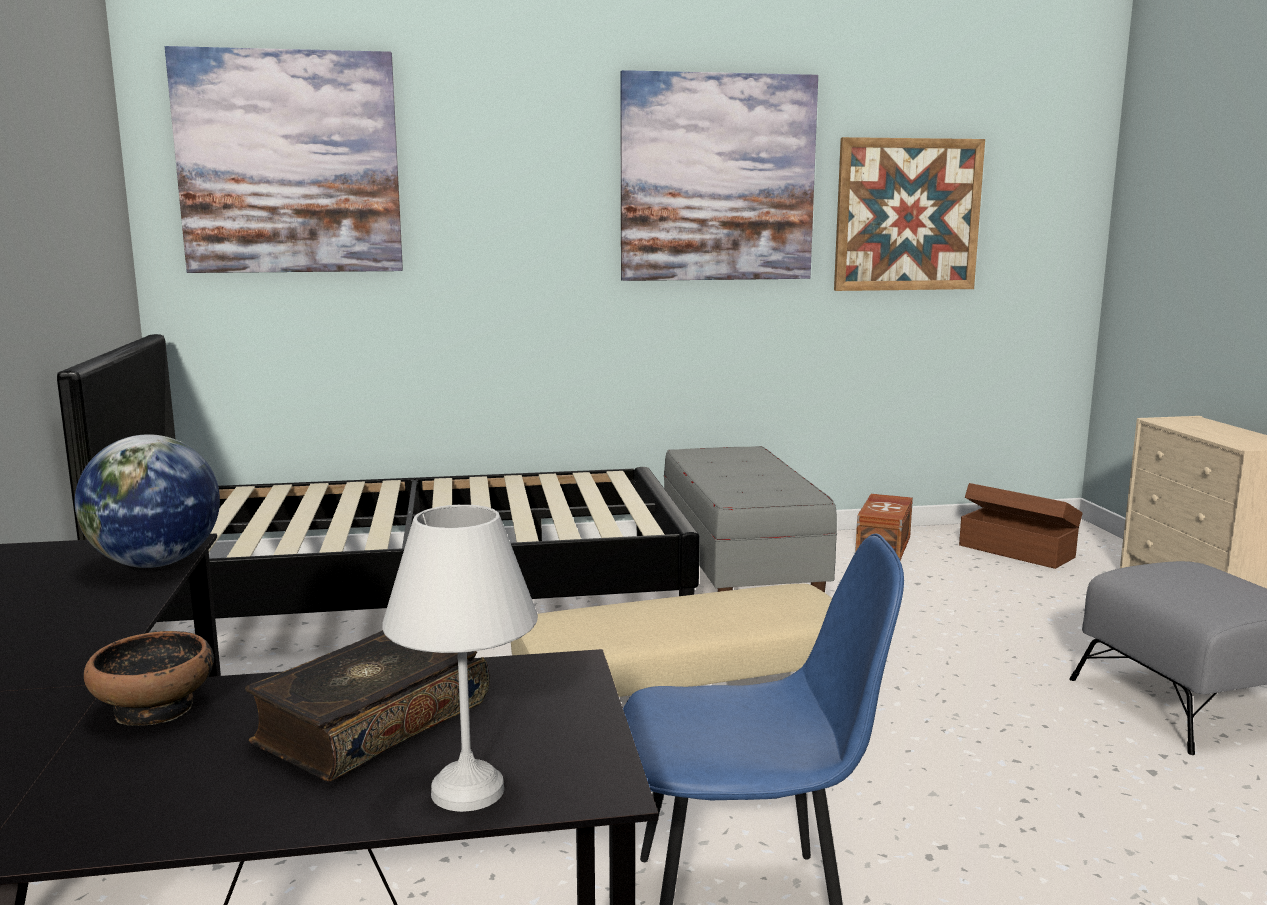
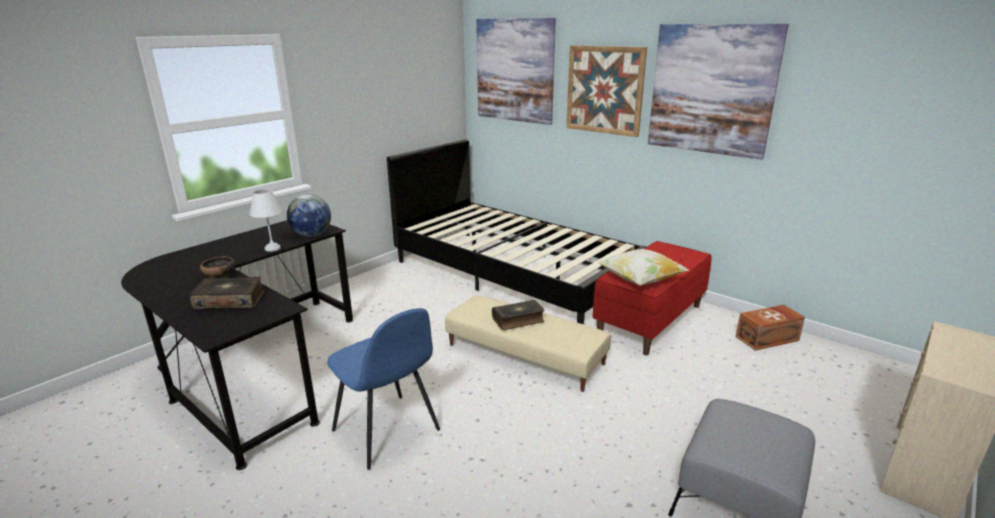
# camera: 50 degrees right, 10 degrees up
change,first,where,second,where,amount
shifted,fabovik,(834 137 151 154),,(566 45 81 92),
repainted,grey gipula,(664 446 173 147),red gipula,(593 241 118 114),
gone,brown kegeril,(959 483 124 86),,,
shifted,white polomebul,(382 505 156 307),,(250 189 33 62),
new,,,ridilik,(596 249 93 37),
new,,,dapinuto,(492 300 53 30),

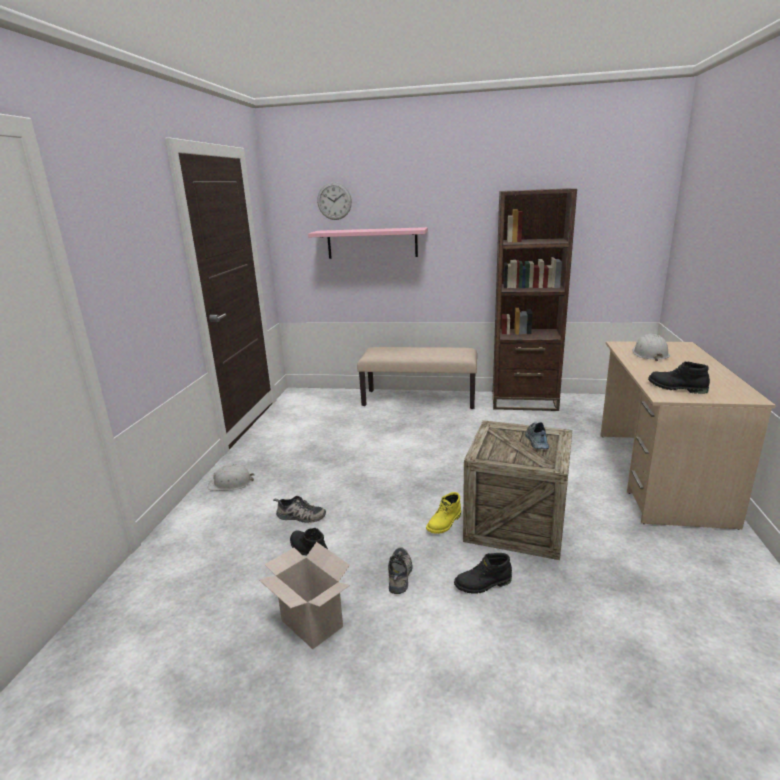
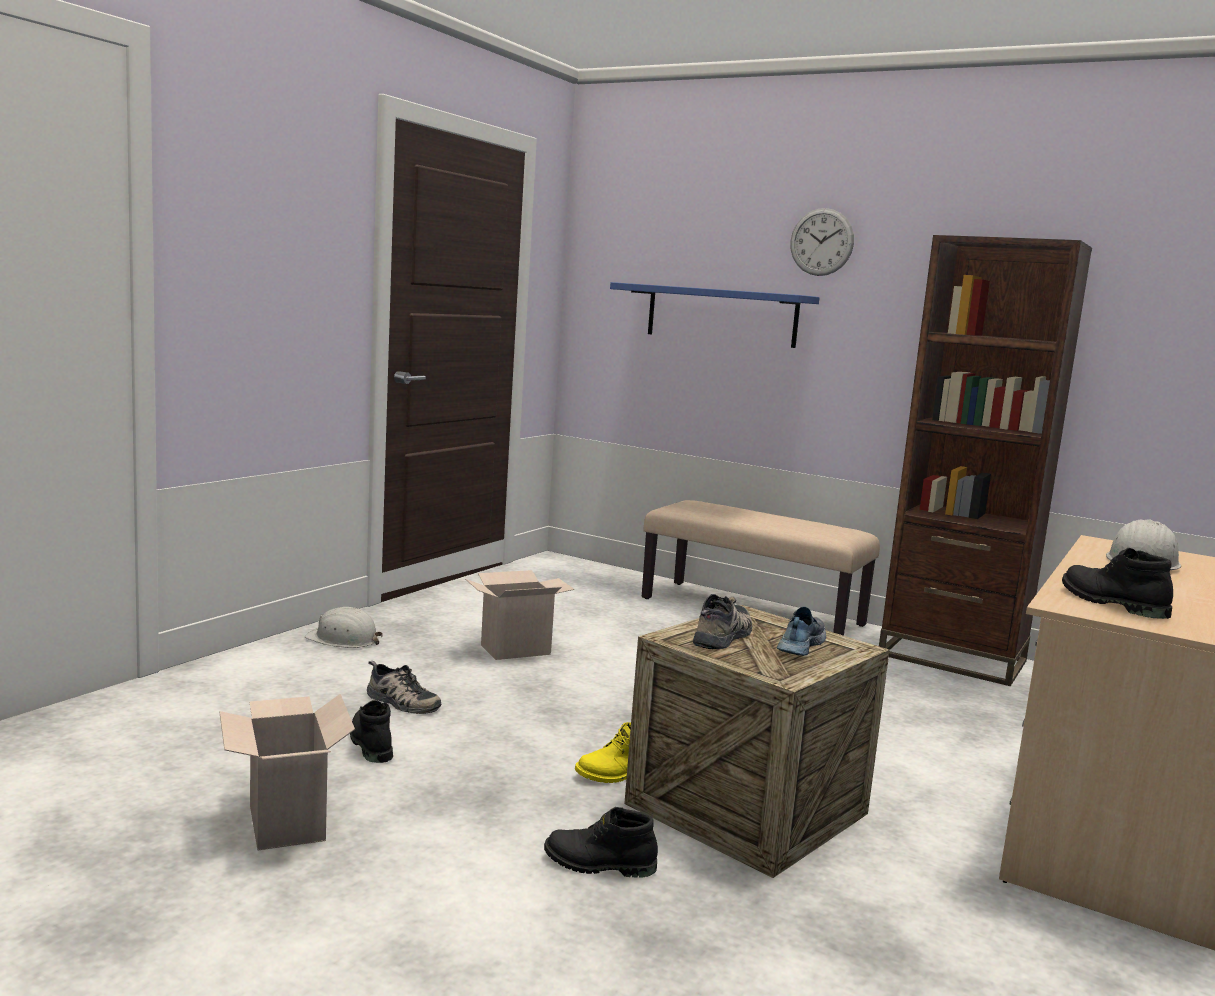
# camera: 20 degrees right, 10 degrees down
change,first,where,second,where,amount
shifted,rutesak,(317 182 35 38),,(790 208 64 68),
repainted,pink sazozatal,(308 227 120 32),blue sazozatal,(610 282 210 66),
shifted,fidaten,(388 547 25 47),,(693 594 59 55),
new,,,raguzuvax,(465 570 110 90),

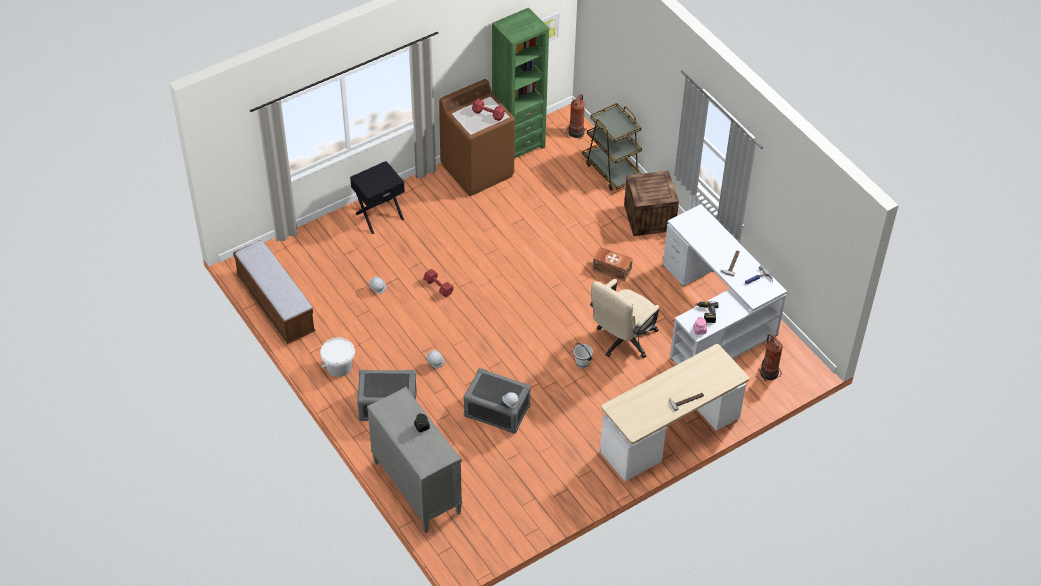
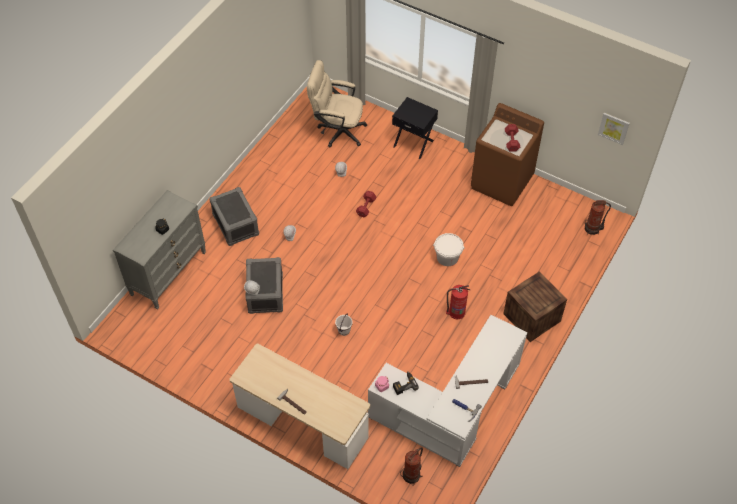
# camera: 65 degrees right, 5 degrees up
change,first,where,second,where,amount
gone,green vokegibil,(492 8 57 150),,,
gone,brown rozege,(582 103 60 88),,,
gone,gipula,(233 240 82 104),,,
swapped,brown kegeril,(592 247 41 35),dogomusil,(446 285 25 35),
shifted,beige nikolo,(590 279 69 79),,(307 60 60 87),
shifted,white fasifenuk,(320 338 35 39),,(433 233 32 33),

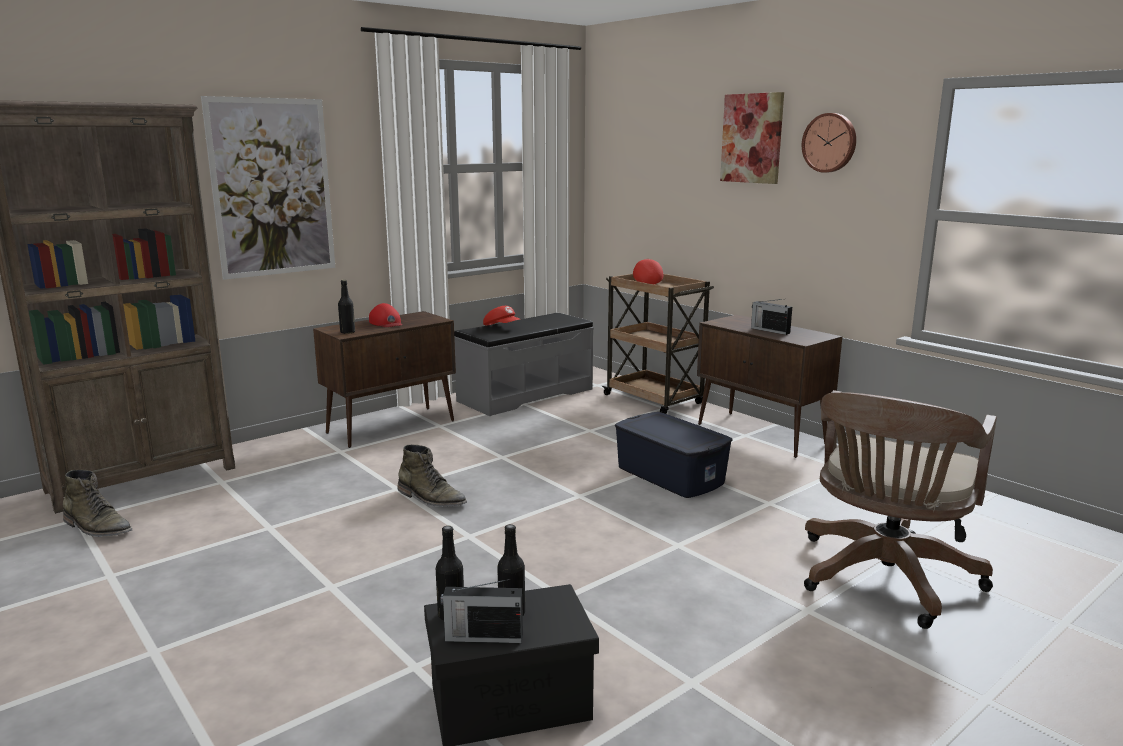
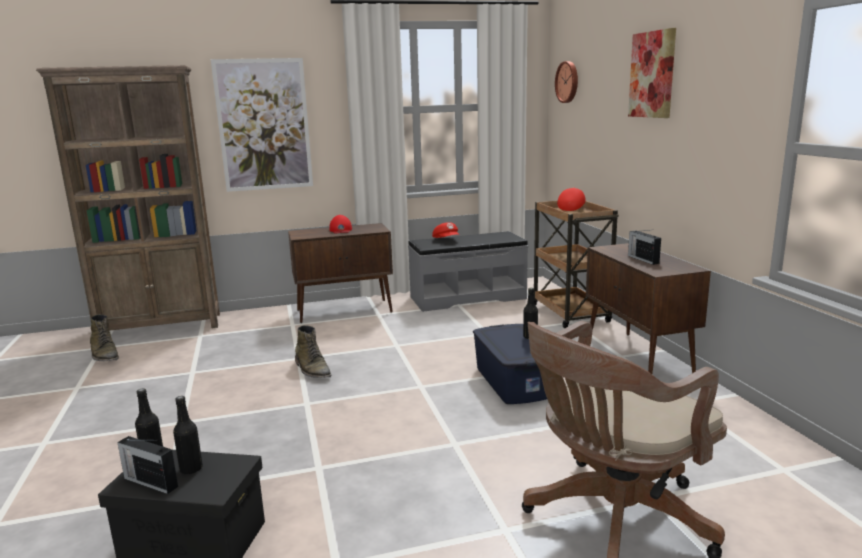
# camera: 25 degrees right, 0 degrees up
change,first,where,second,where,amount
shifted,rutesak,(802 113 54 60),,(555 61 23 42),
shifted,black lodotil,(338 280 17 54),,(523 288 15 51),

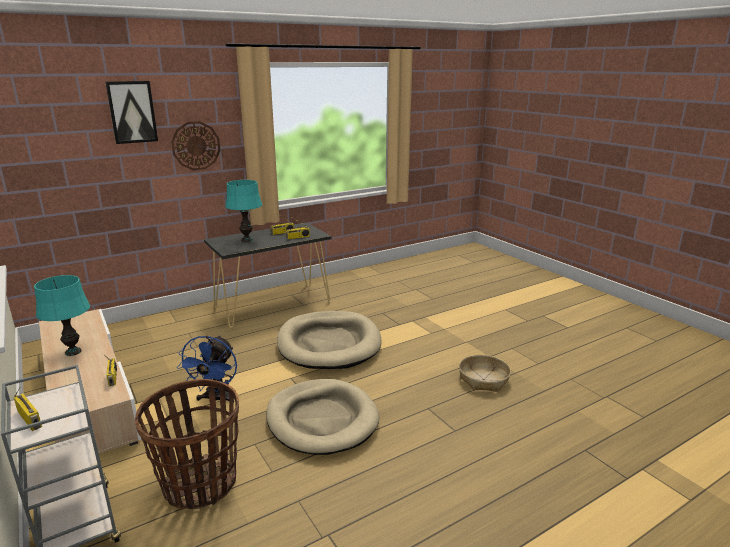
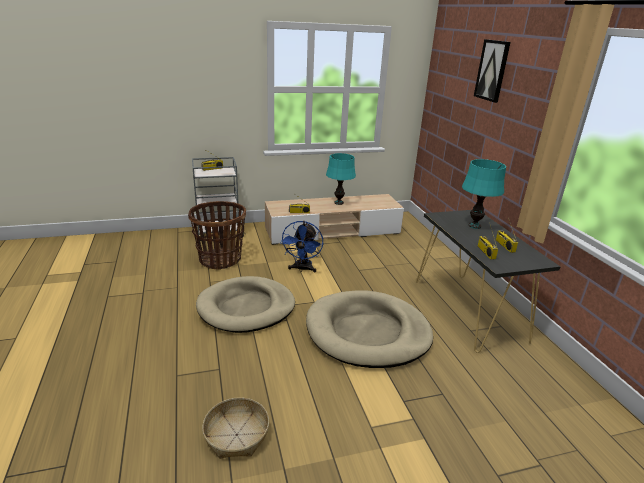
# camera: 105 degrees right, 5 degrees up
change,first,where,second,where,amount
gone,rutesak,(171 121 50 49),,,
rotated,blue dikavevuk,(177 336 60 65),,(280 221 43 51),105 degrees counterclockwise

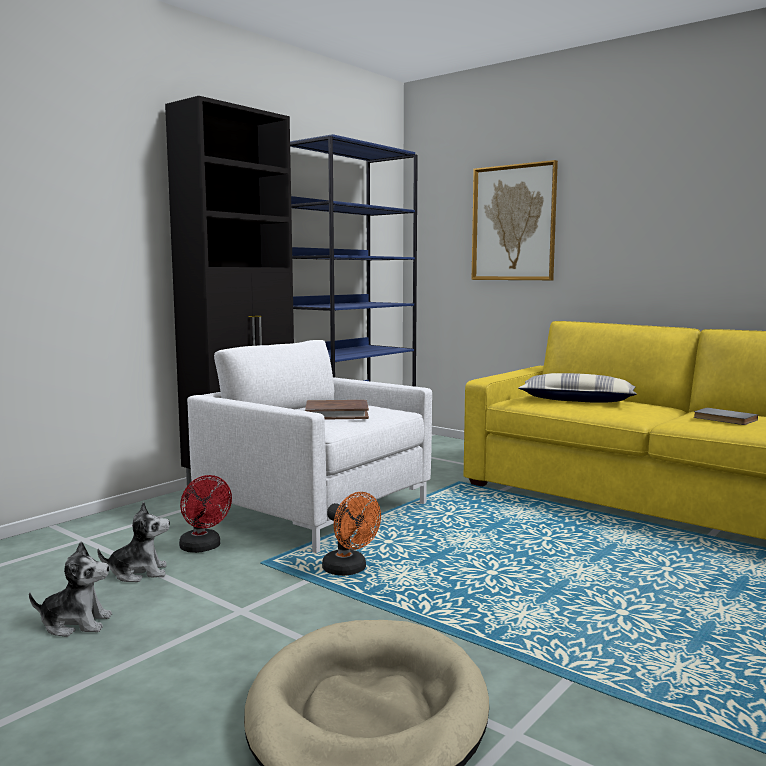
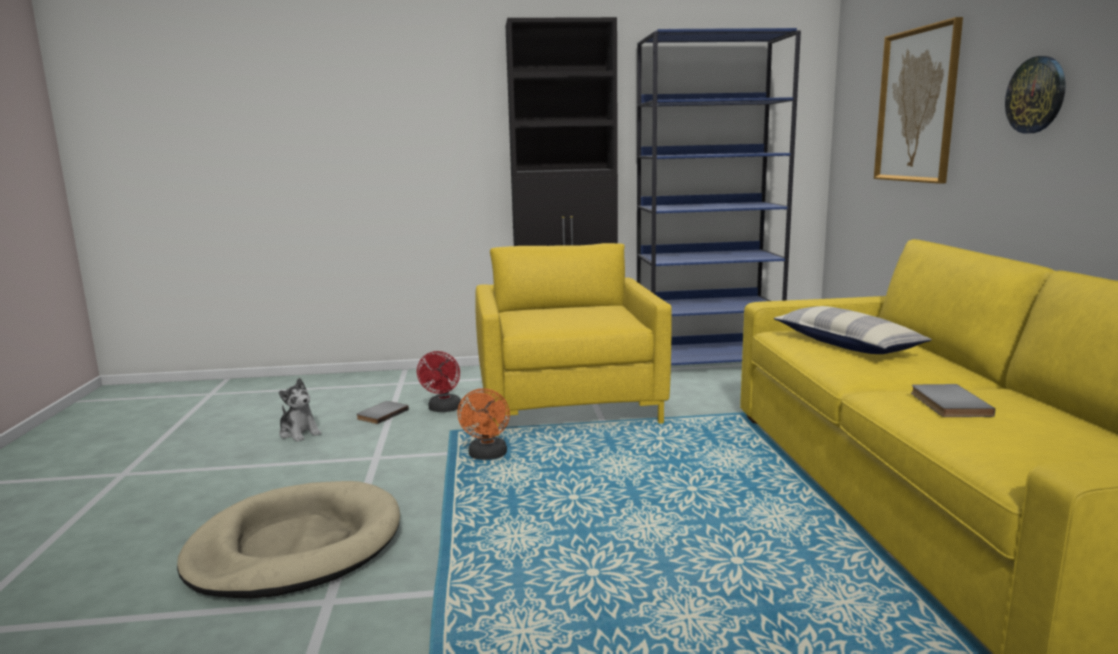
# camera: 45 degrees right, 5 degrees up
change,first,where,second,where,amount
repainted,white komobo,(187 340 245 213),yellow komobo,(475 243 197 193),
gone,brown dapinuto,(305 400 64 20),,,
swapped,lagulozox,(97 502 73 80),grey dapinuto,(356 401 53 23),
new,,,rutesak,(1005 56 61 77),

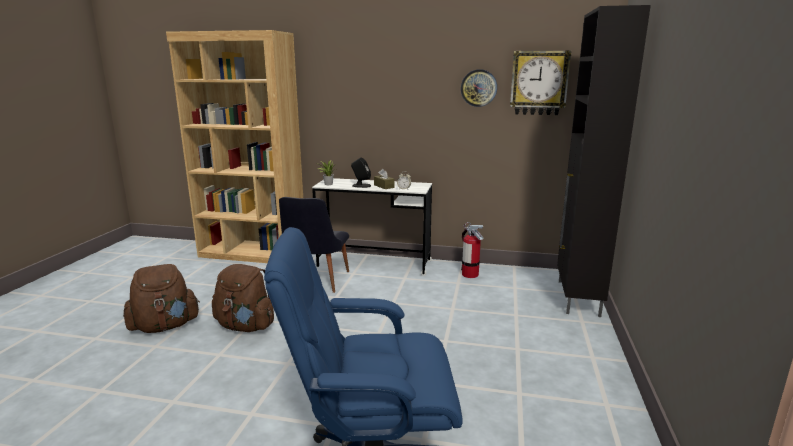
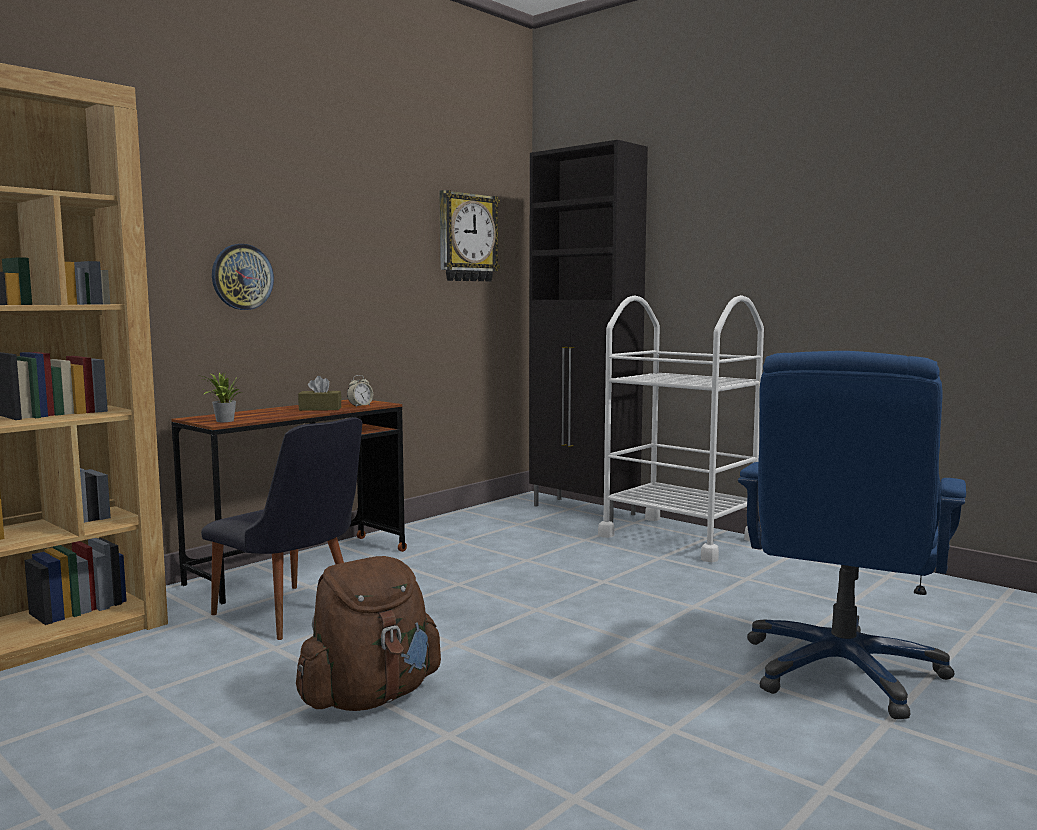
# camera: 60 degrees left, 10 degrees down
change,first,where,second,where,amount
shifted,rutesak,(461 69 36 38),,(212 244 62 66),
gone,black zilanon,(351 157 20 31),,,
repainted,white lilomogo,(312 178 120 98),brown lilomogo,(171 399 236 205),
gone,dogomusil,(461 222 22 56),,,
gone,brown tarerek,(123 264 77 69),,,
new,,,white rozege,(598 295 166 267),

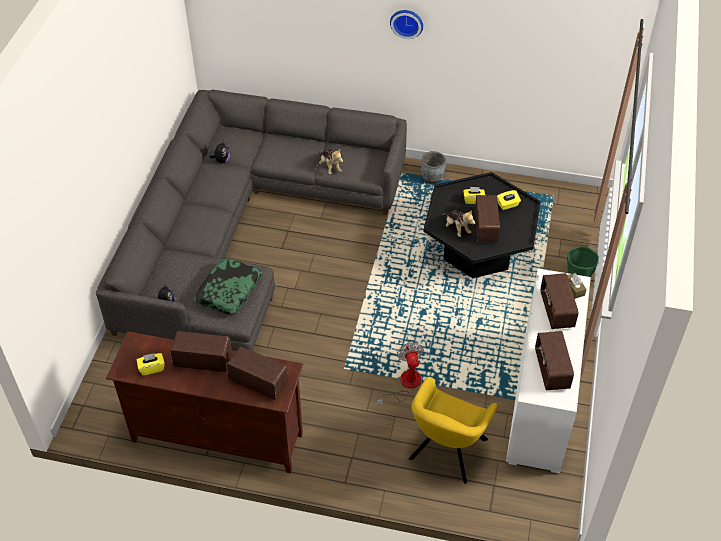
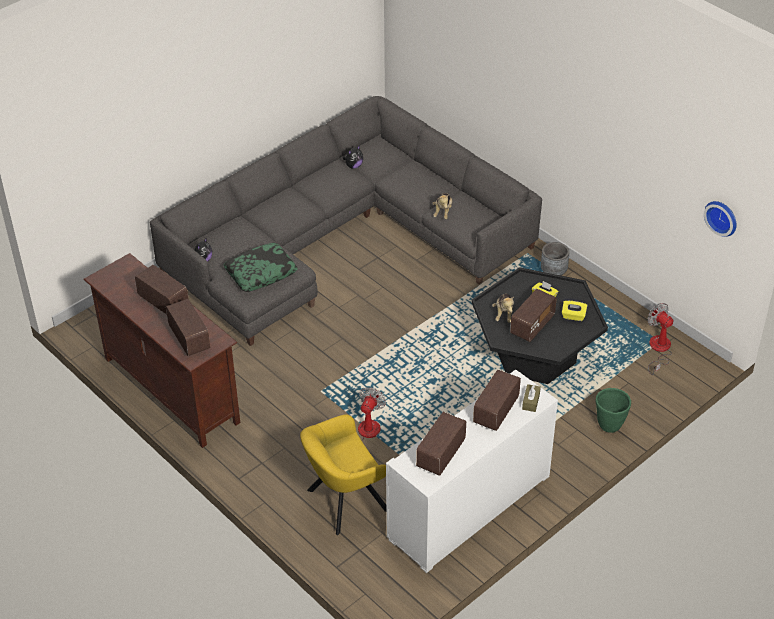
# camera: 35 degrees right, 5 degrees down
change,first,where,second,where,amount
shifted,rutesak,(390 10 33 29),,(704 201 33 36),
gone,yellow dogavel,(137 353 28 23),,,
new,,,dikavevuk,(647 303 26 72),

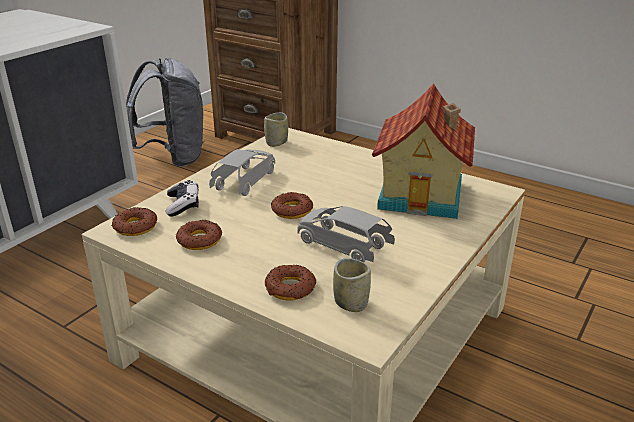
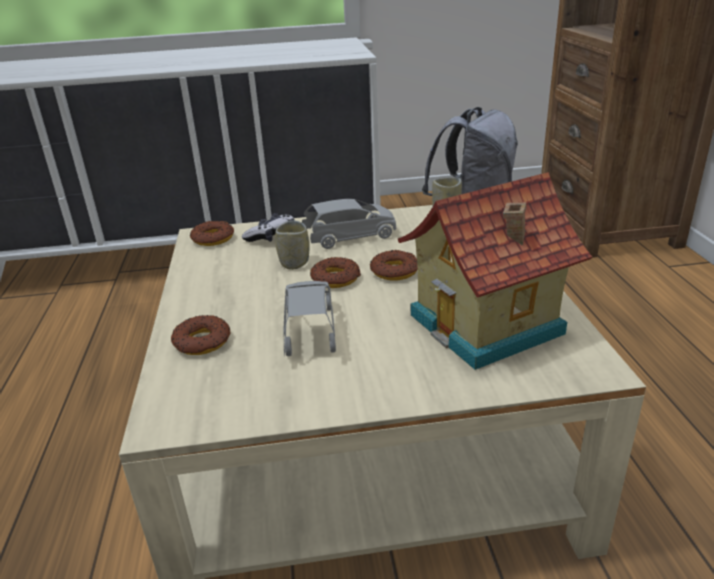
# camera: 50 degrees right, 0 degrees up
change,first,where,second,where,amount
shifted,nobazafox,(176 220 46 30),,(370 250 48 30),
shifted,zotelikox,(333 258 38 54),,(275 220 35 50),

